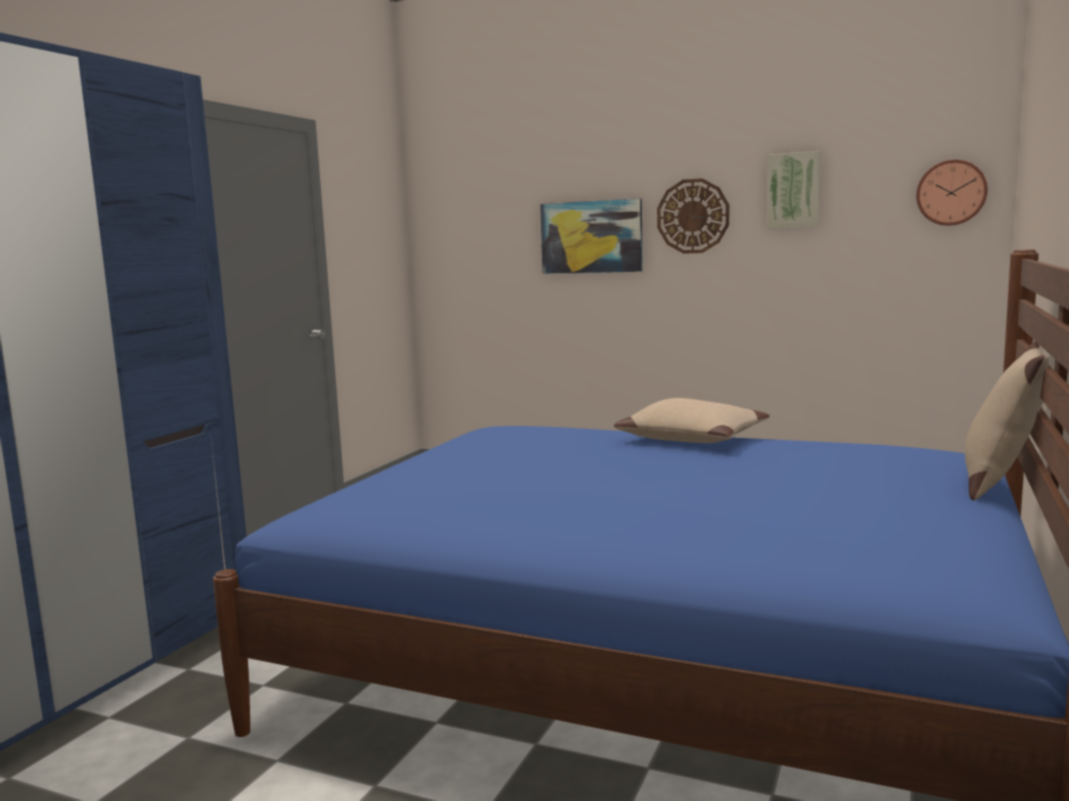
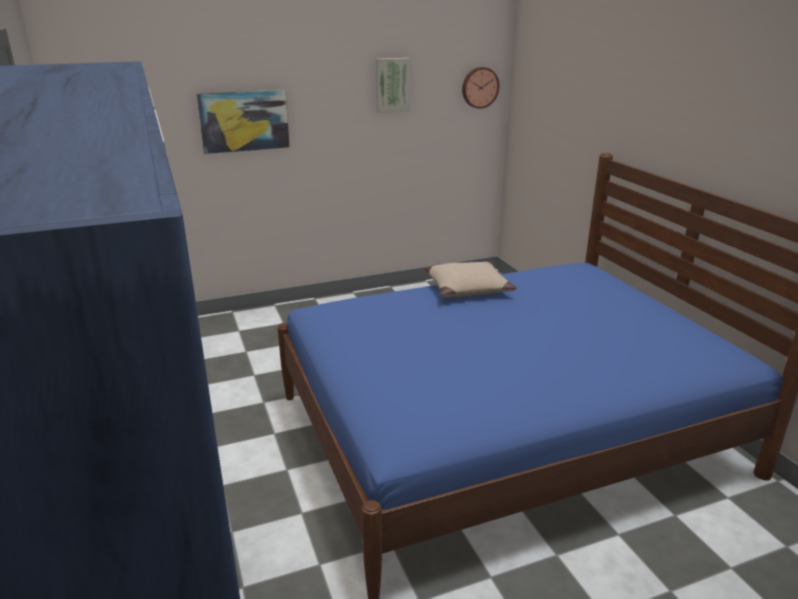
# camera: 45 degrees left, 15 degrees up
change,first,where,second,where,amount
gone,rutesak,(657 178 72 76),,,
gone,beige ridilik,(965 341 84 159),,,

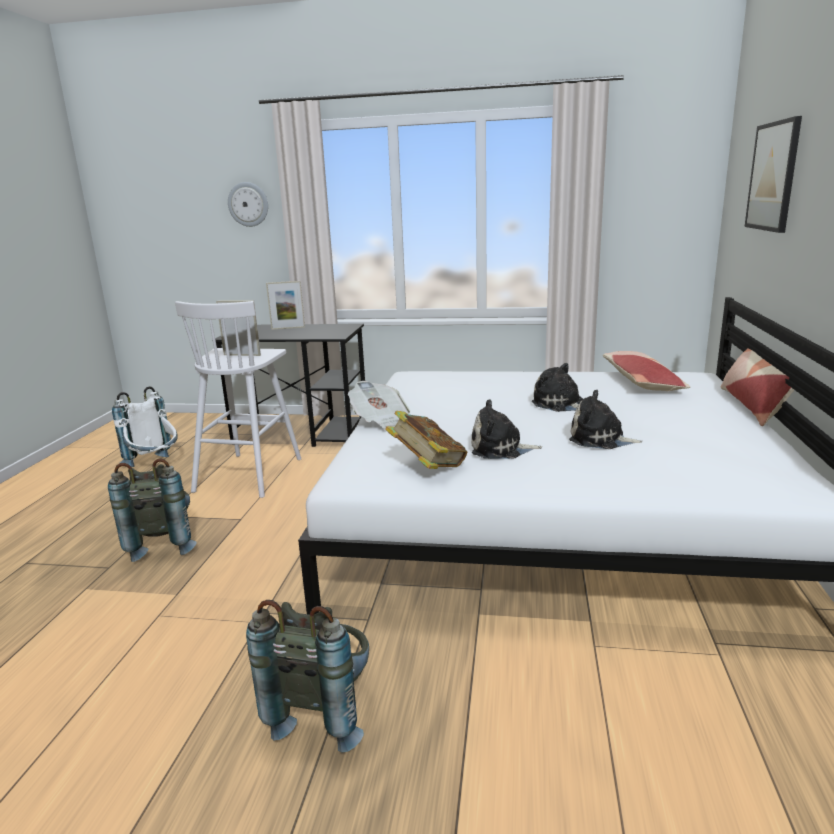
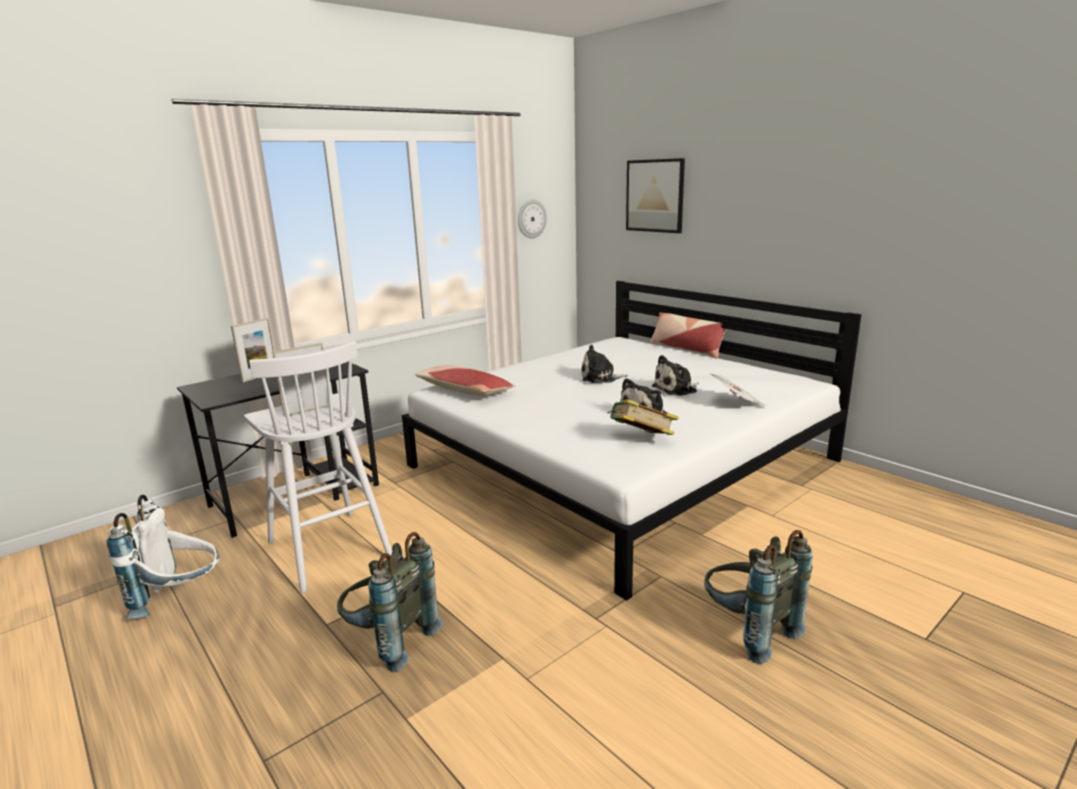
# camera: 50 degrees left, 0 degrees up
change,first,where,second,where,amount
shifted,rutesak,(228 182 40 45),,(518 200 29 39),
shifted,ridilik,(603 351 87 40),,(415 365 101 31),
shifted,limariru,(348 381 62 48),,(708 373 59 33),

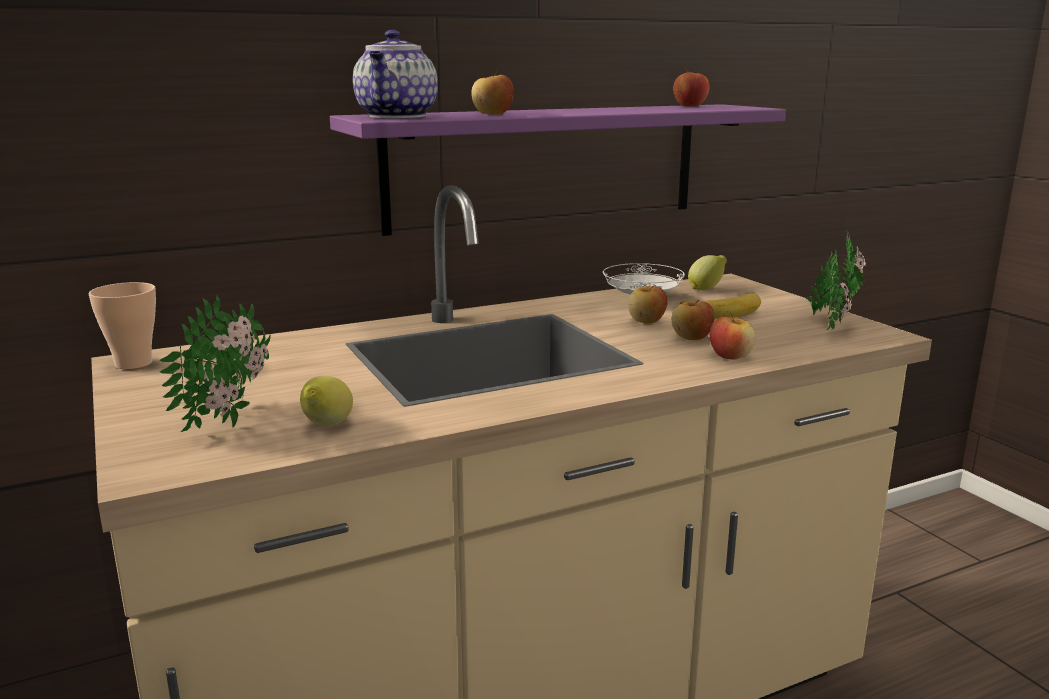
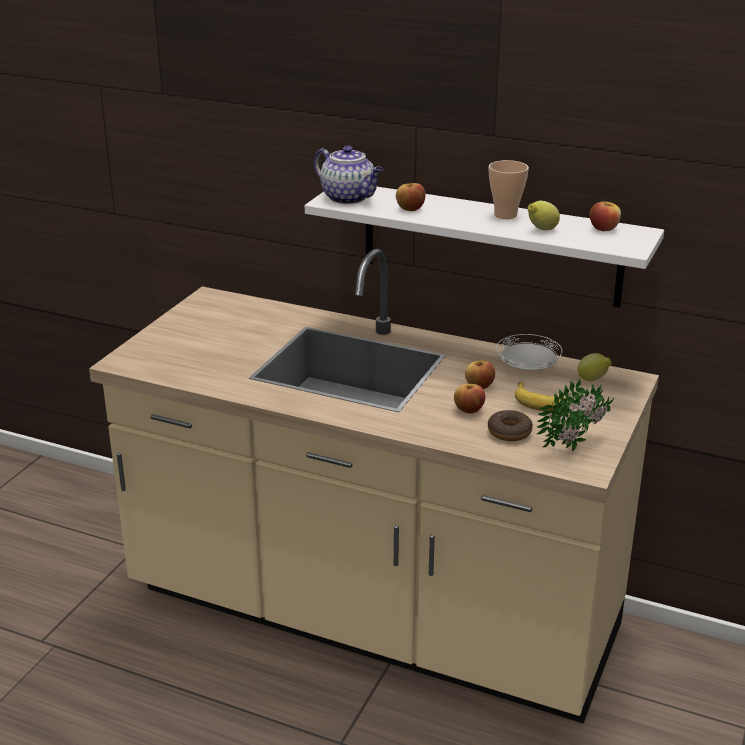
# camera: 50 degrees right, 10 degrees up
change,first,where,second,where,amount
rotated,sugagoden,(353 30 85 88),,(314 145 69 59),105 degrees counterclockwise
repainted,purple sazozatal,(330 104 456 132),white sazozatal,(305 187 359 121),
shifted,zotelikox,(89 282 67 87),,(488 160 41 59),
gone,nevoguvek,(160 295 111 137),,,
gone,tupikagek,(710 312 46 48),,,
shifted,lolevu,(300 376 53 50),,(528 201 32 29),
new,,,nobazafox,(488 410 45 31),

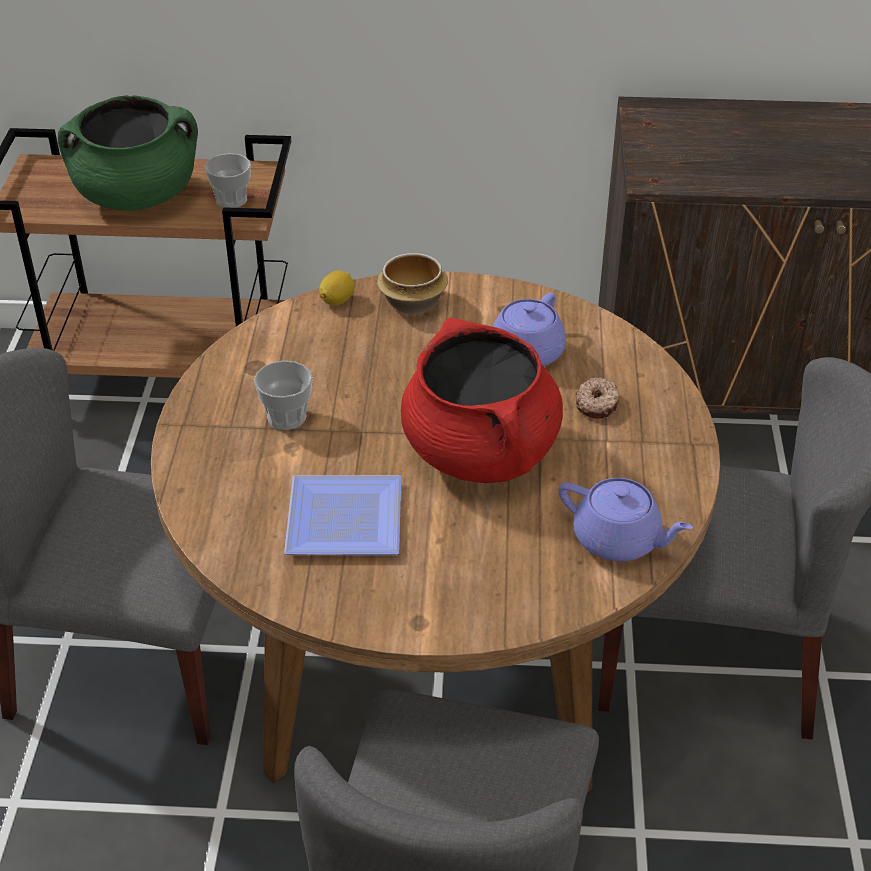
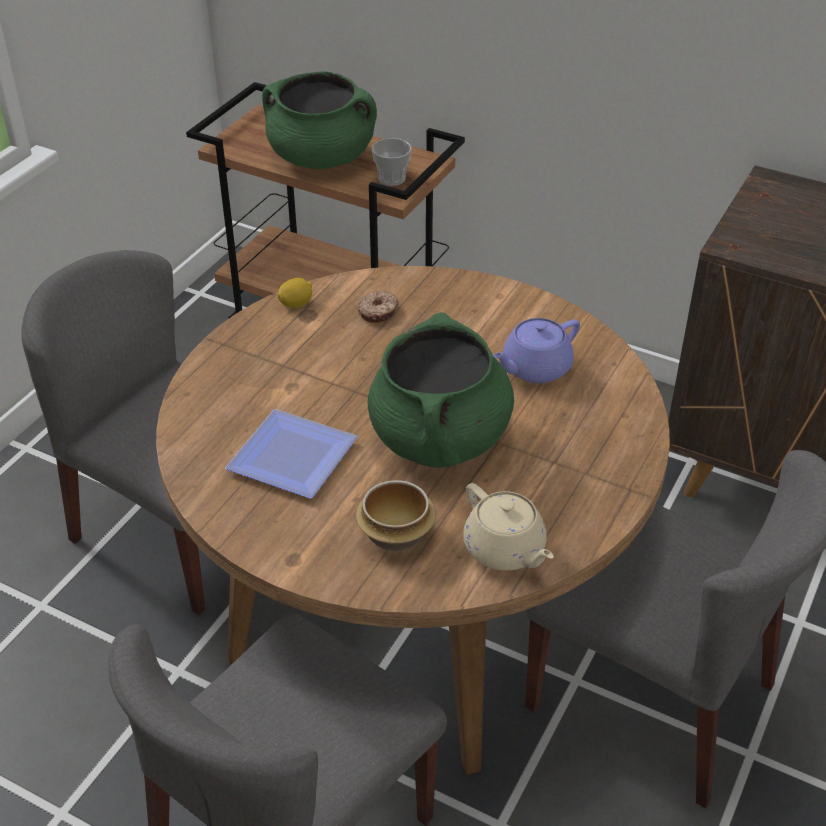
# camera: 25 degrees right, 0 degrees up
change,first,where,second,where,amount
shifted,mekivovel,(377 253 71 61),,(356 480 80 71),
shifted,lolevu,(319 271 35 34),,(277 278 35 30),
repainted,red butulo,(401 318 162 165),green butulo,(368 312 146 156),
gone,zotelikox,(254 360 59 70),,,
shifted,nobazafox,(576 377 44 42),,(358 291 41 32),
repainted,purple sugagoden,(559 478 134 83),beige sugagoden,(463 483 91 88),

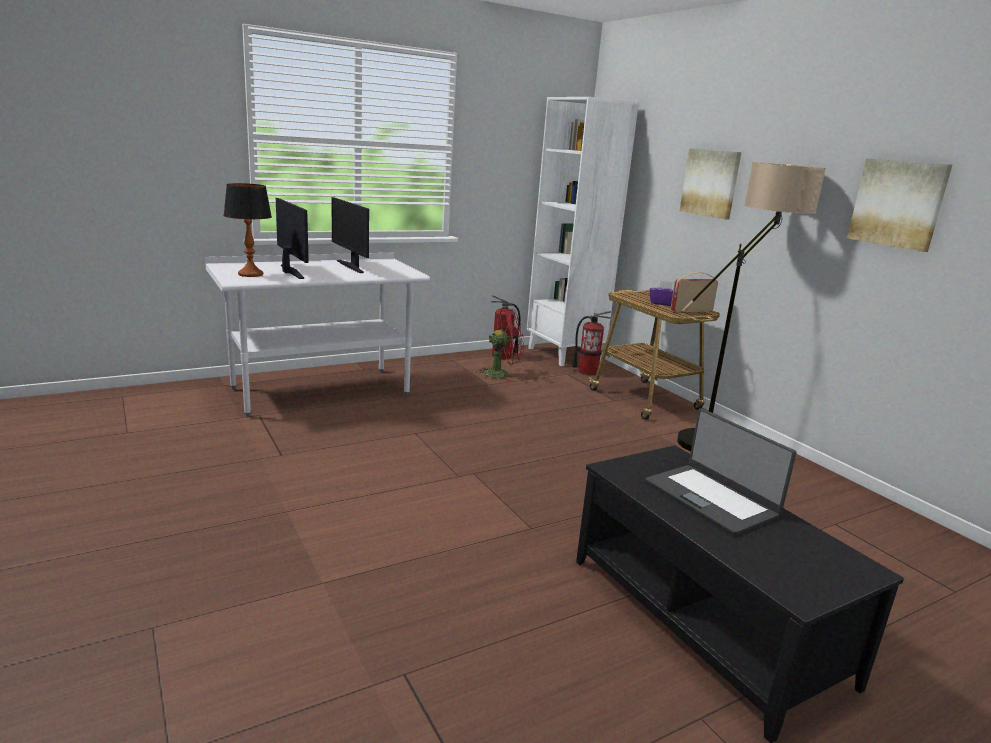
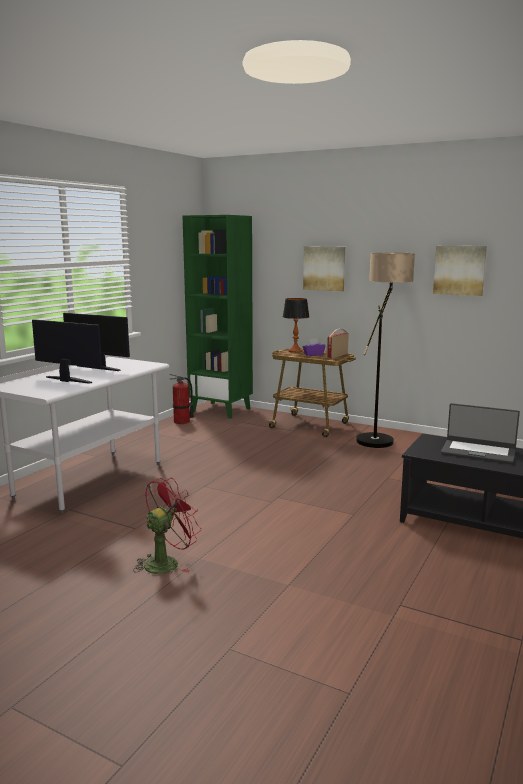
# camera: 30 degrees left, 5 degrees down
change,first,where,second,where,amount
repainted,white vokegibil,(527 97 112 269),green vokegibil,(183 215 70 204),
shifted,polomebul,(223 183 49 94),,(283 298 26 55),
shifted,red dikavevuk,(476 309 48 73),,(133 478 69 96),
gone,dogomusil,(572 311 39 64),,,

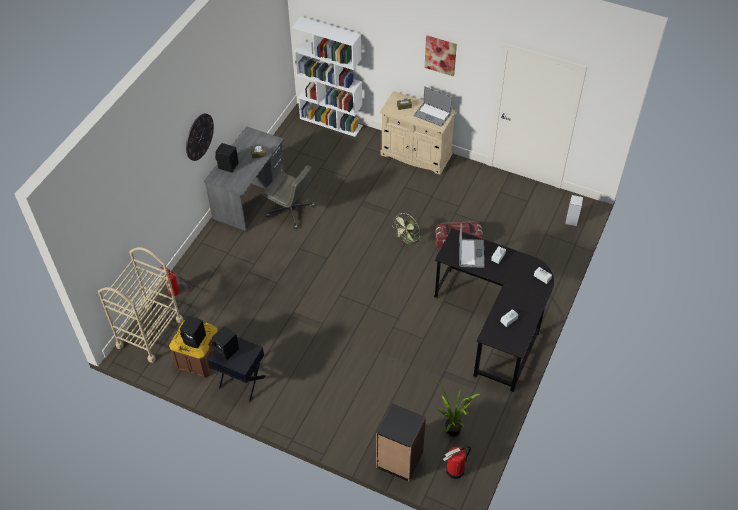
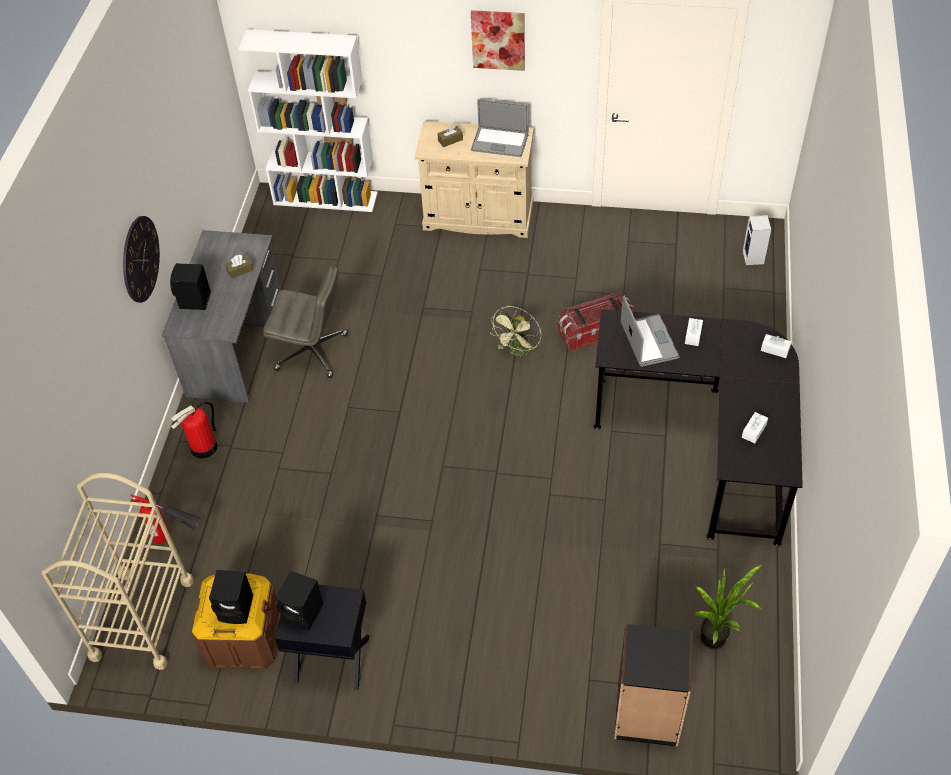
# camera: 15 degrees left, 0 degrees up
change,first,where,second,where,amount
shifted,dogomusil,(443 446 28 33),,(171 401 47 57),

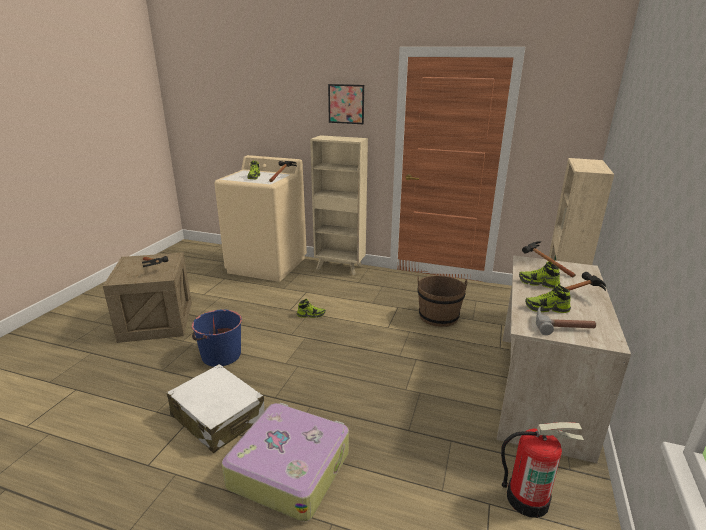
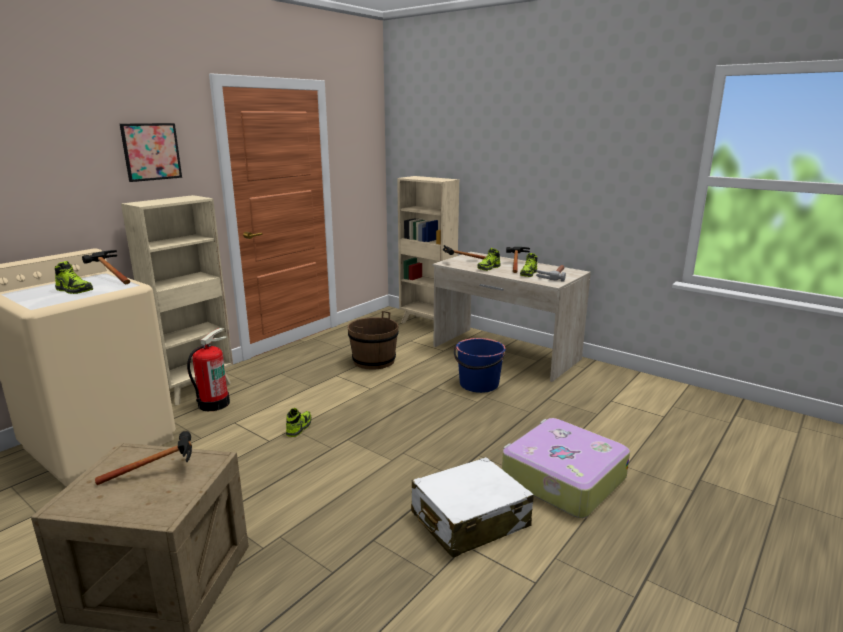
# camera: 70 degrees left, 5 degrees down
change,first,where,second,where,amount
shifted,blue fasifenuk,(192 309 50 58),,(454 338 52 55),
shifted,dogomusil,(501 422 83 96),,(187 328 43 83),

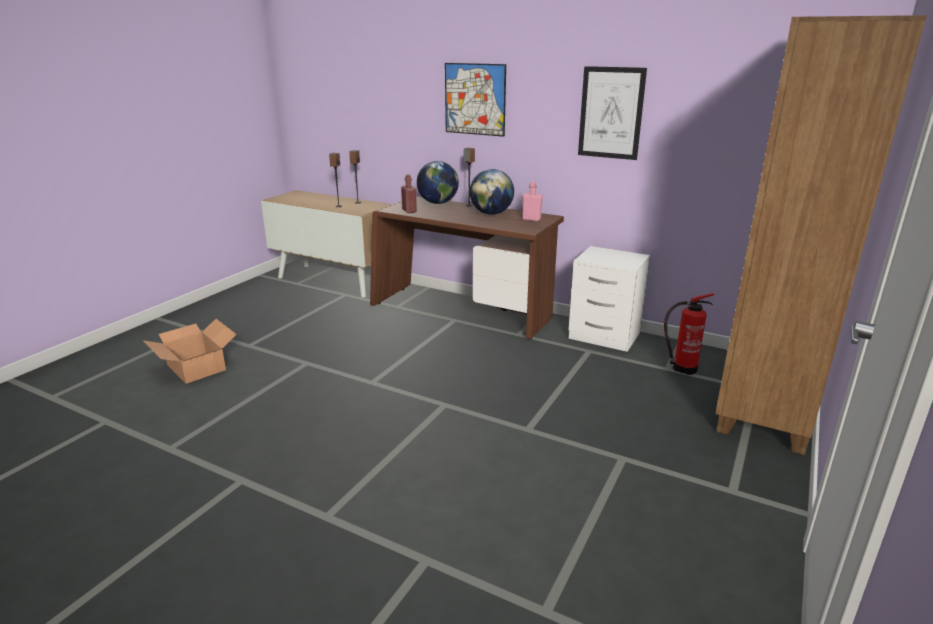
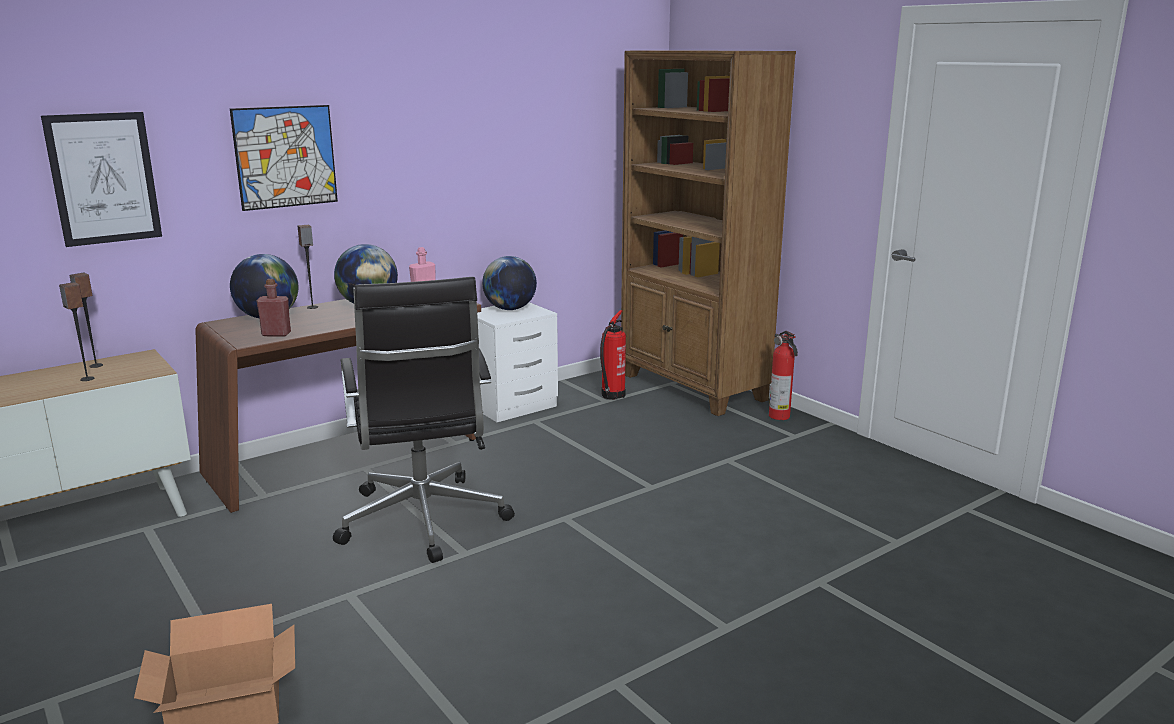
# camera: 65 degrees left, 5 degrees down
change,first,where,second,where,amount
shifted,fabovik,(578 66 69 94),,(41 112 121 135),
new,,,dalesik,(482 256 55 54),
new,,,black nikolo,(333 277 182 286),
new,,,dogomusil,(769 331 29 89),

